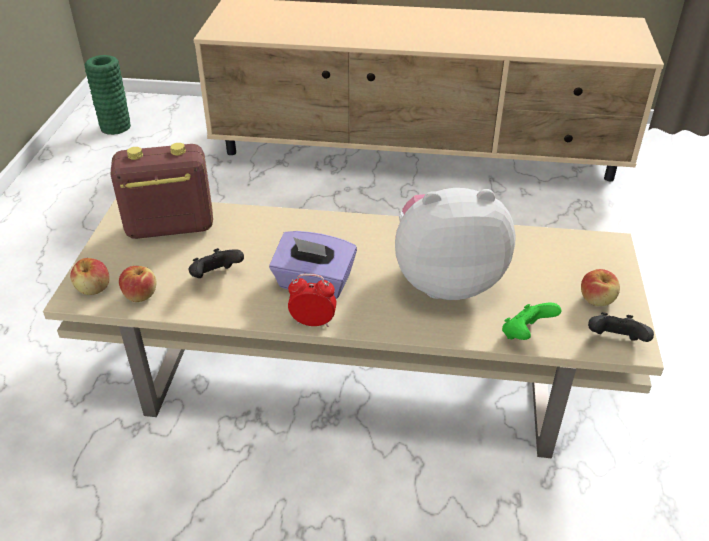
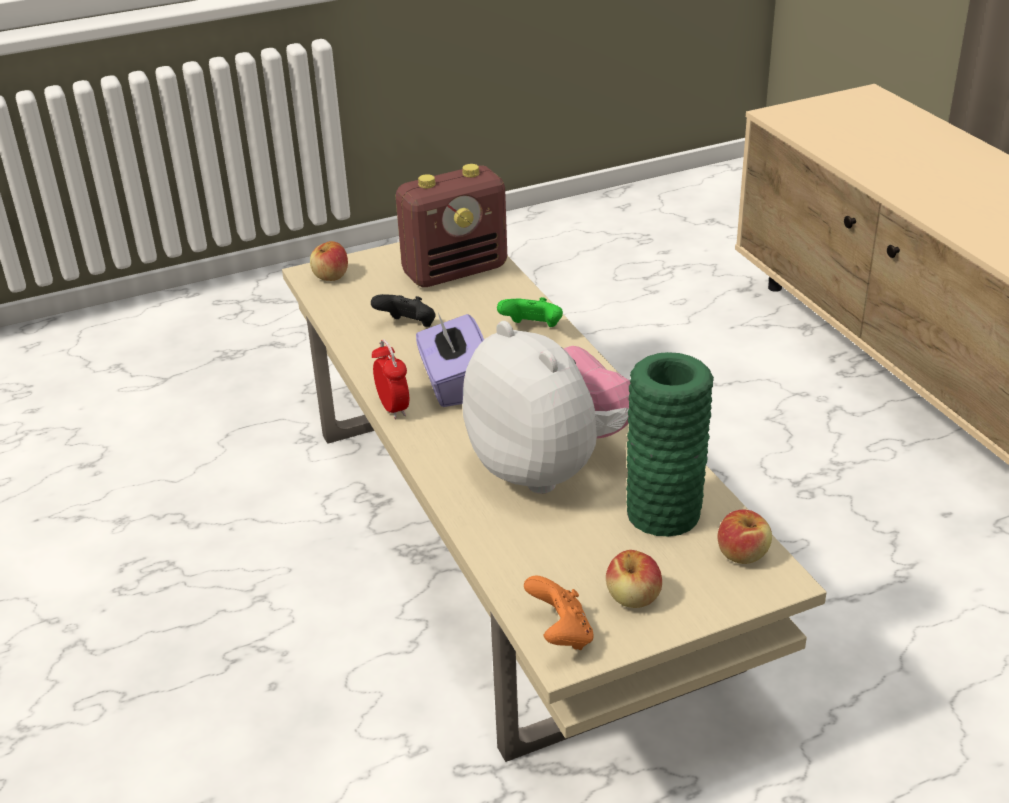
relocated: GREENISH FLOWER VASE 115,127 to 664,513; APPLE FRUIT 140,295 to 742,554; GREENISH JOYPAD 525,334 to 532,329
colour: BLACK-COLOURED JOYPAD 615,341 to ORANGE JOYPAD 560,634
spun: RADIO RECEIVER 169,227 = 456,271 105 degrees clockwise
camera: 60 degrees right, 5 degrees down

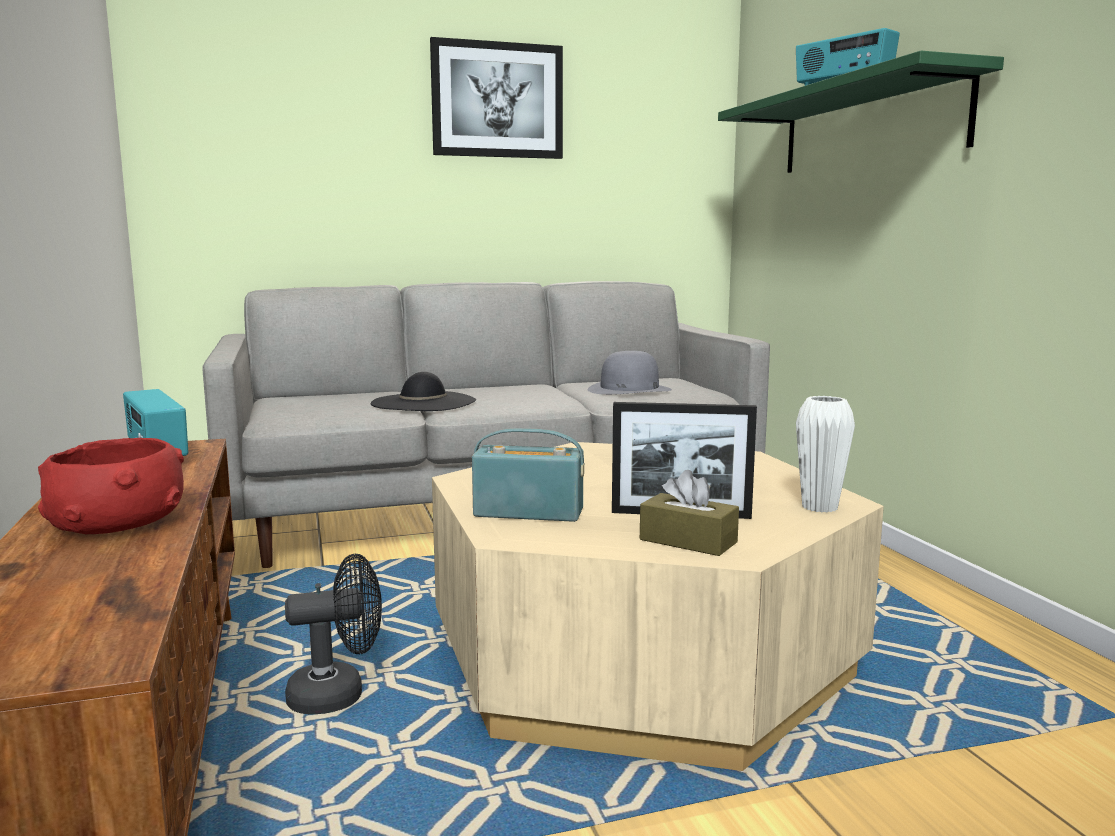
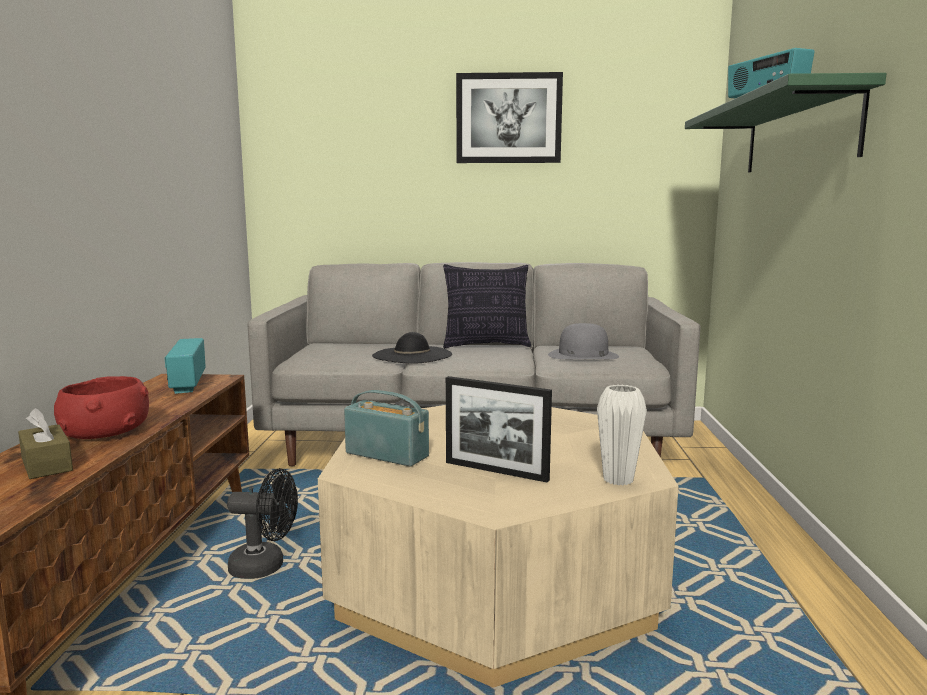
appeared: CUSHION 486,345
relocated: BROWNISH BOX OF TISSUES 688,541 to 46,464
camera: 20 degrees right, 0 degrees up

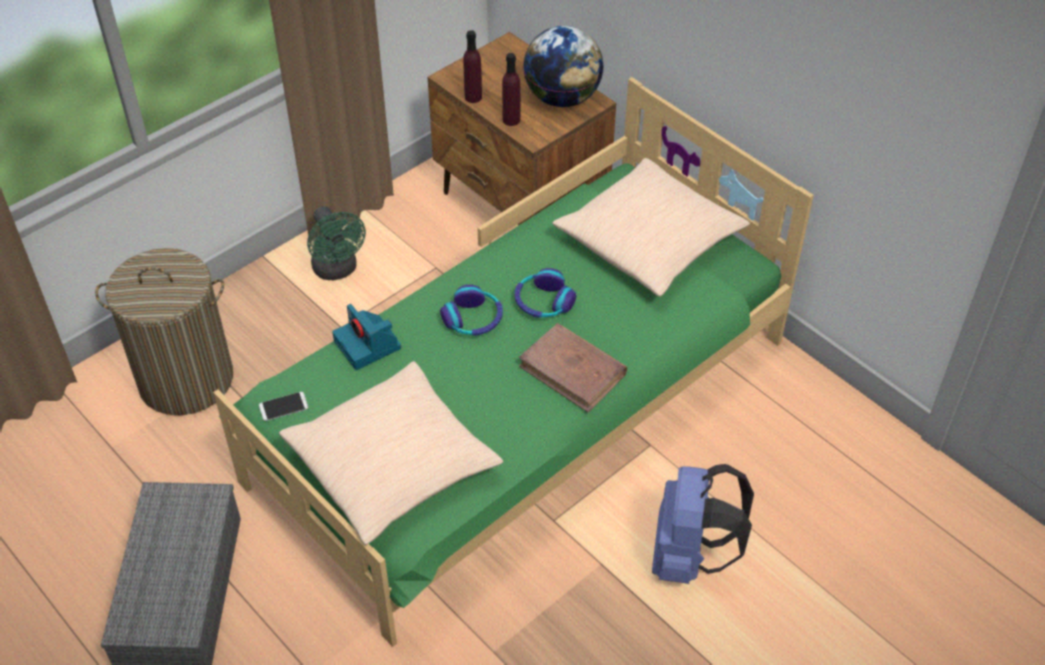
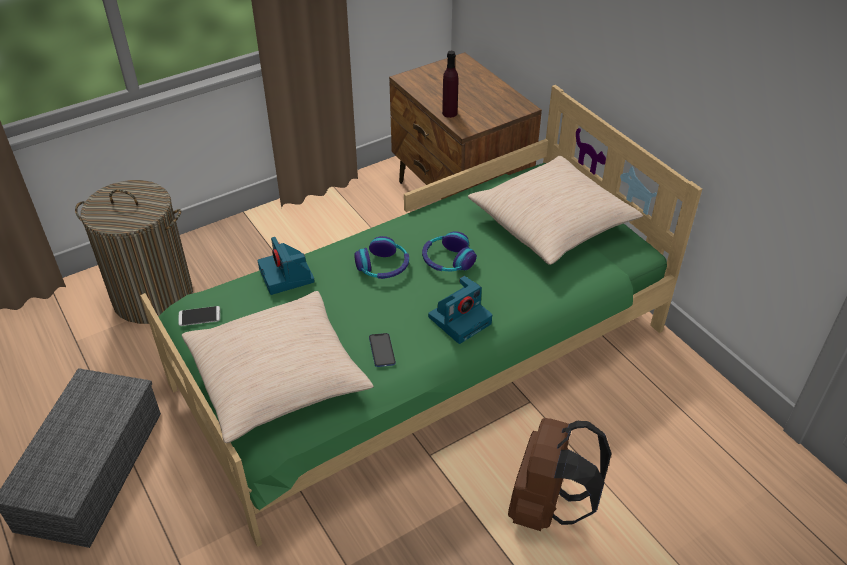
missing: GREENISH FAN 337,270; PURPLE BEVERAGE BOTTLE 473,97; WORLD GLOBE 562,98
appeared: HANDSET 382,351
exchanged: BROWNISH BOUND BOOK 573,371 to STILL CAMERA 460,319
colour: BLUE KNAPSACK 689,556 to BROWNISH KNAPSACK 547,506
camera: 10 degrees right, 5 degrees down

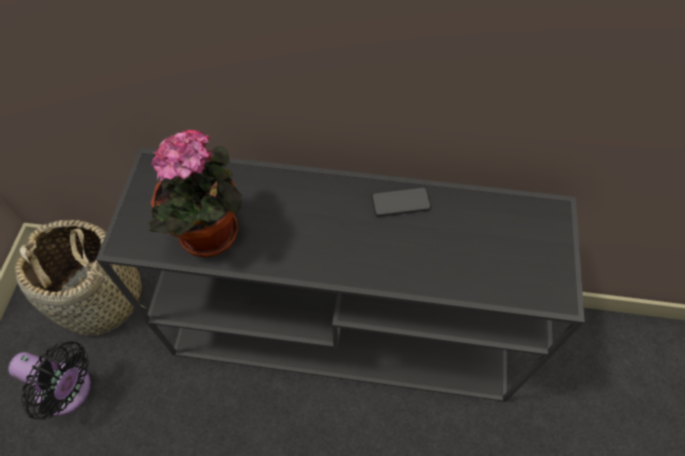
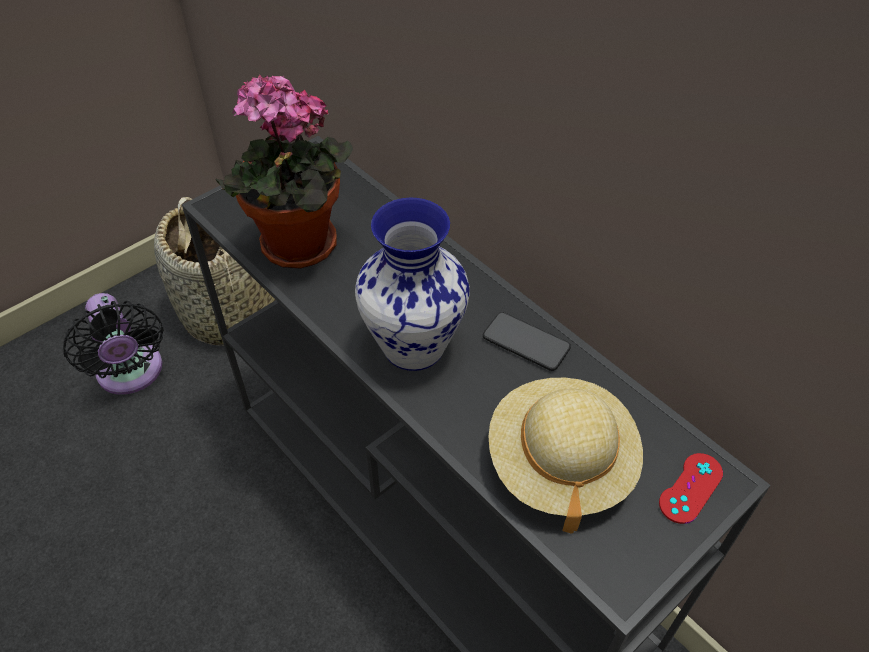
appeared: FLOWER VASE 411,346; BEIGE CLOTHING HAT 559,463; RED-COLOURED JOYPAD 690,488
camera: 40 degrees right, 10 degrees down

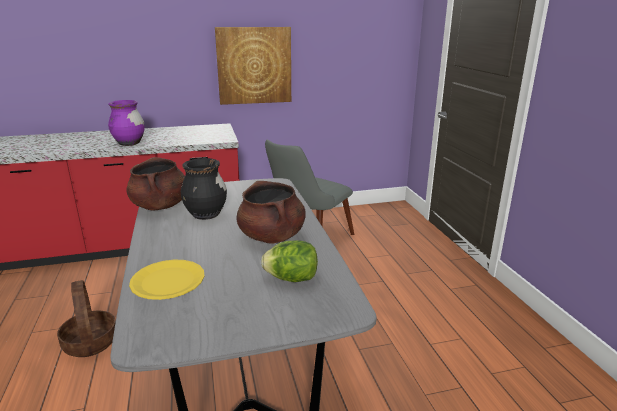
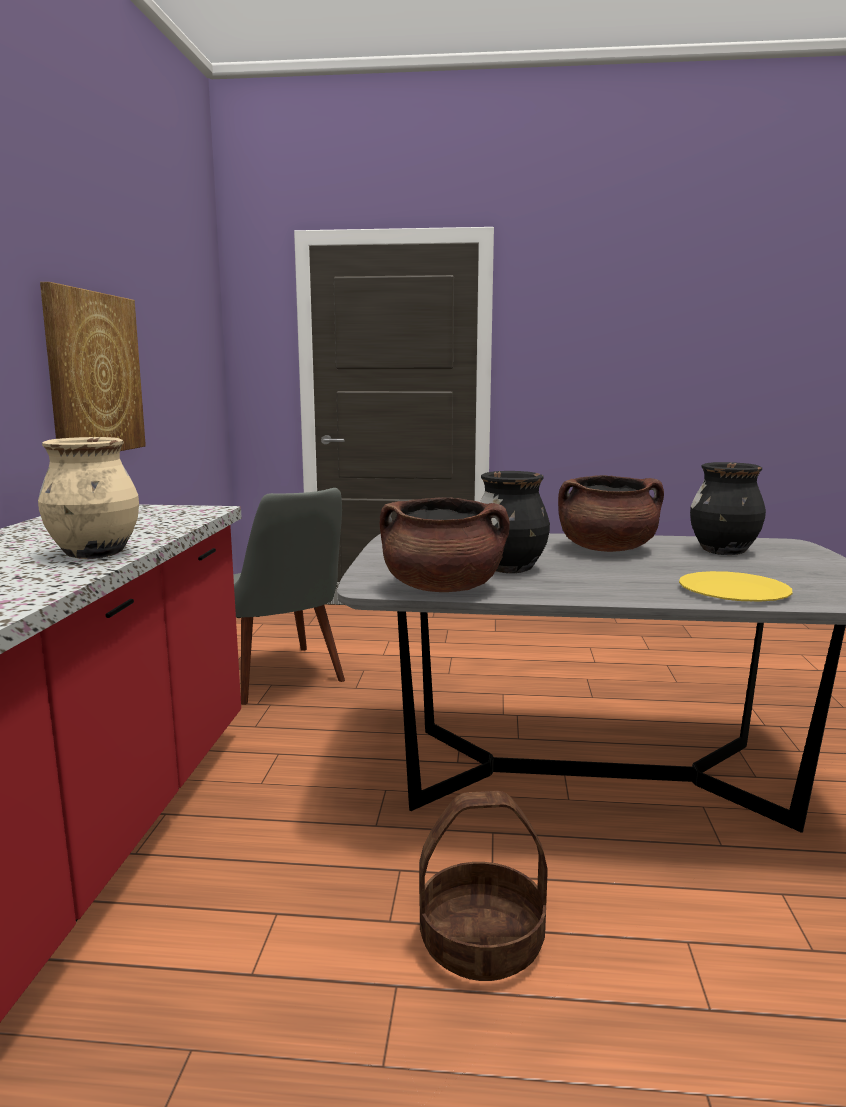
exchanged: LETTUCE 292,279 to BLACK-COLOURED FLOWER VASE 723,551
colour: PURPLE FLOWER VASE 129,143 to BEIGE FLOWER VASE 95,553
camera: 70 degrees left, 10 degrees down

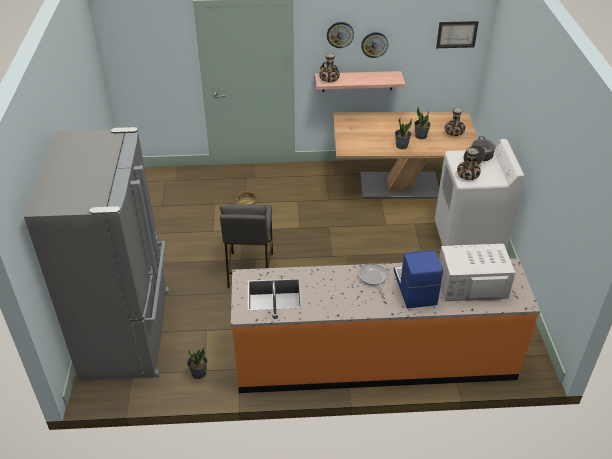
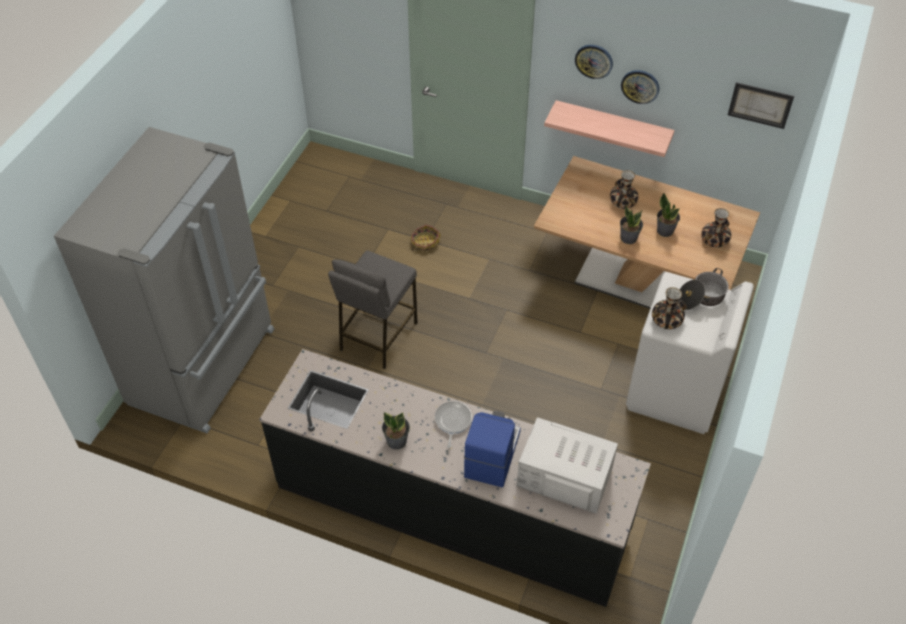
relocated: POTTED PLANT 198,373 to 396,440; FLOWER VASE 329,79 to 622,201
colour: ORANGE COUNTER 374,359 to BLACK-COLOURED COUNTER 452,509
camera: 25 degrees right, 10 degrees up

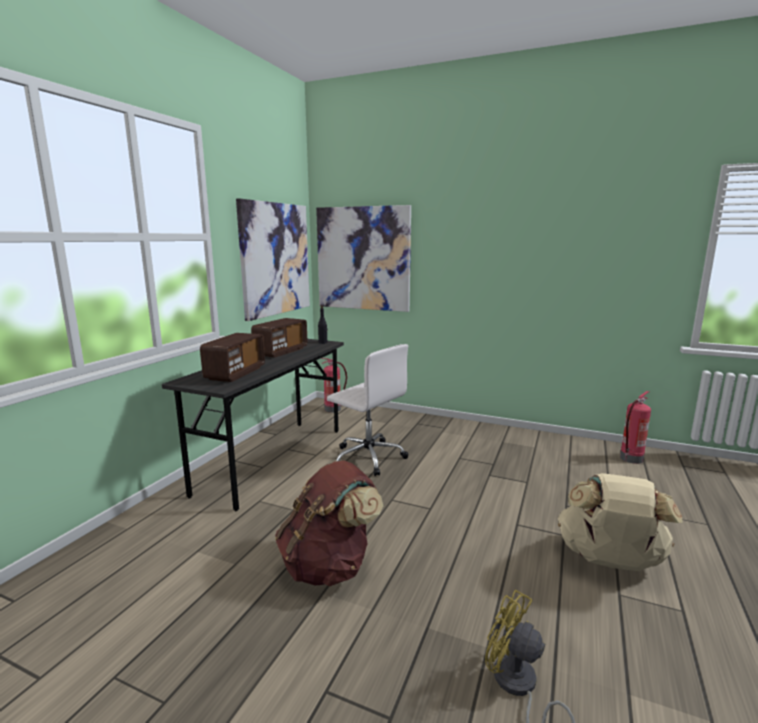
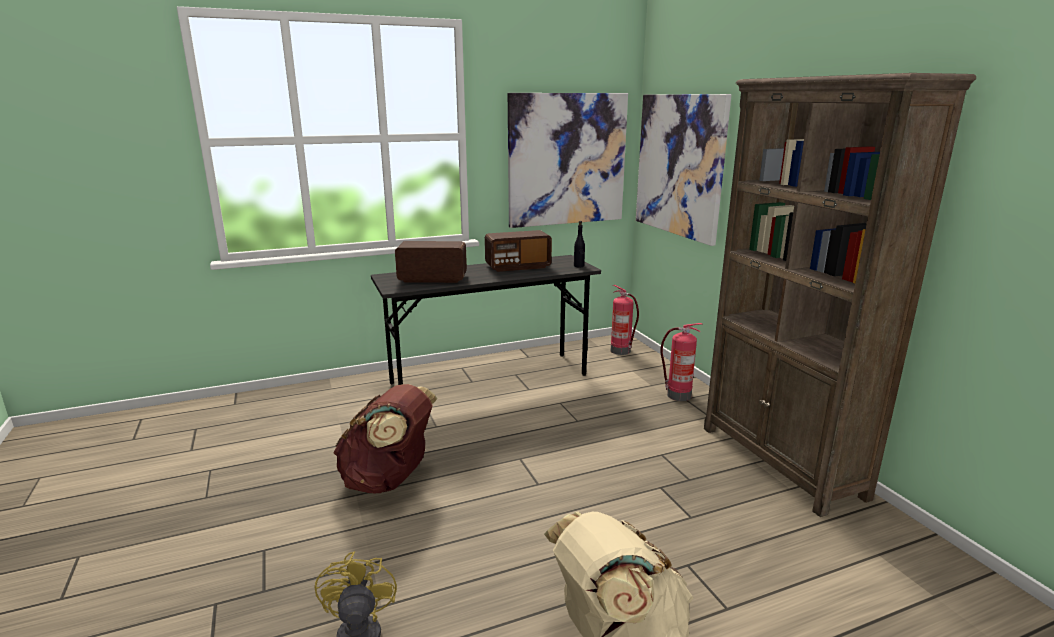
missing: WHITE COMPUTER CHAIR 367,457
appeared: BROWNISH BOOKCASE 781,462
relocated: FIRE-FIGHTING CYLINDER 631,459 to 677,395
spun: RADIO RECEIVER 235,373 = 432,279 150 degrees counterclockwise
camera: 45 degrees right, 5 degrees up

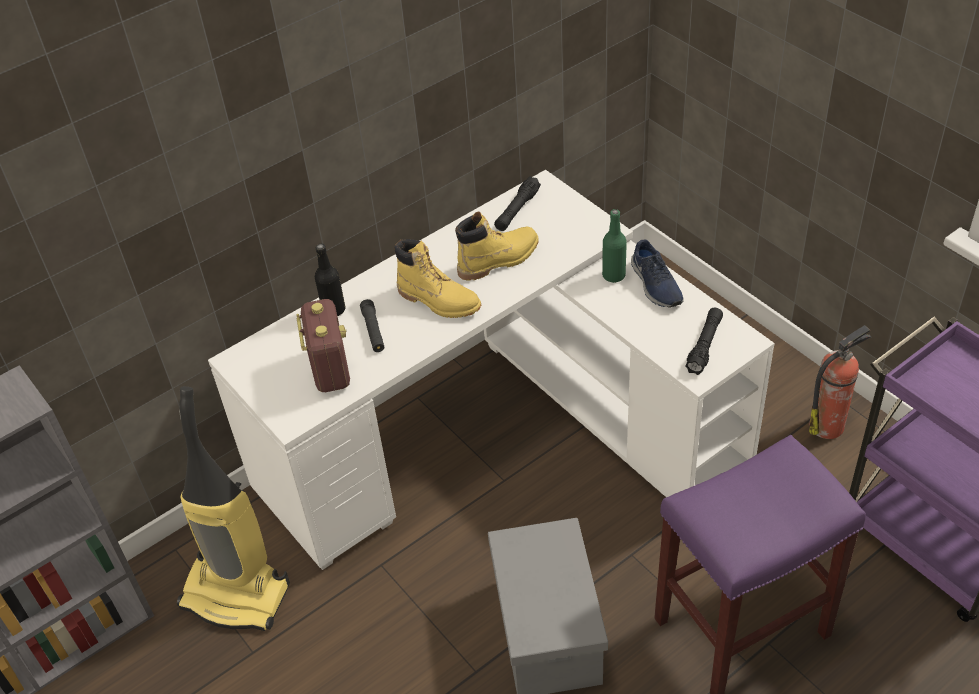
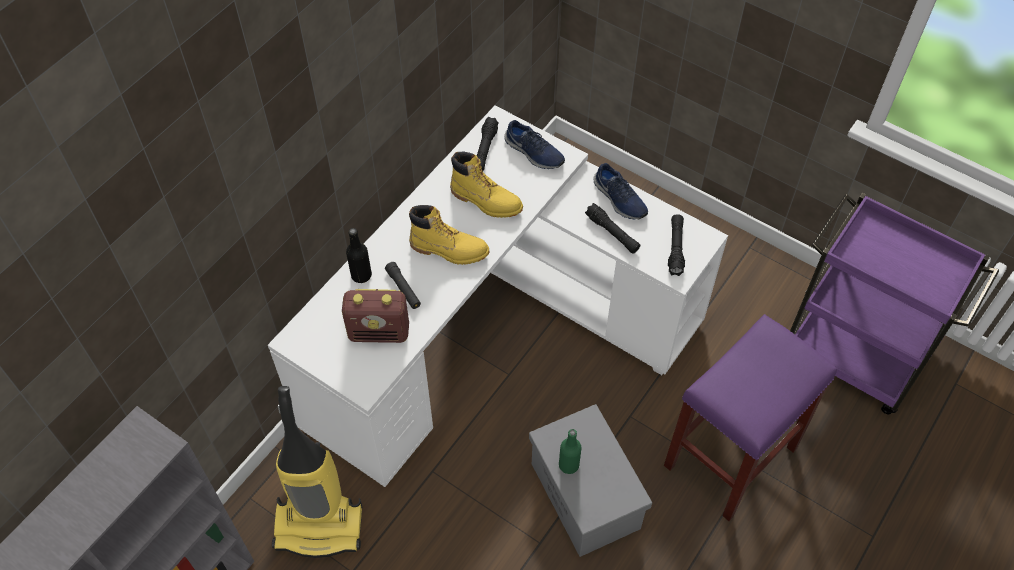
missing: FIRE-FIGHTING CYLINDER 828,425
appeared: BLUE SHOE 533,153; BLACK-COLOURED TORCH 612,233
relocated: GREENISH BEVERAGE BOTTLE 613,275 to 568,465
spun: RADIO RECEIVER 330,368 = 379,332 120 degrees clockwise; YELLOW-COLOURED HIGH-TOP BOOT 499,260 = 486,201 75 degrees clockwise
camera: 20 degrees left, 10 degrees up

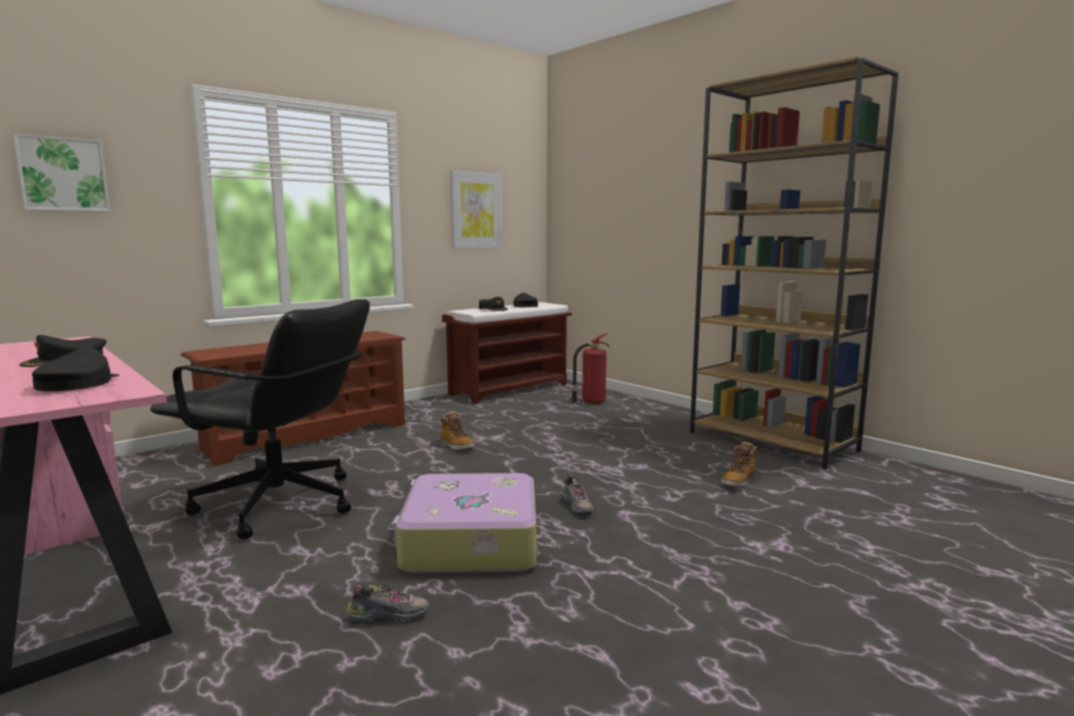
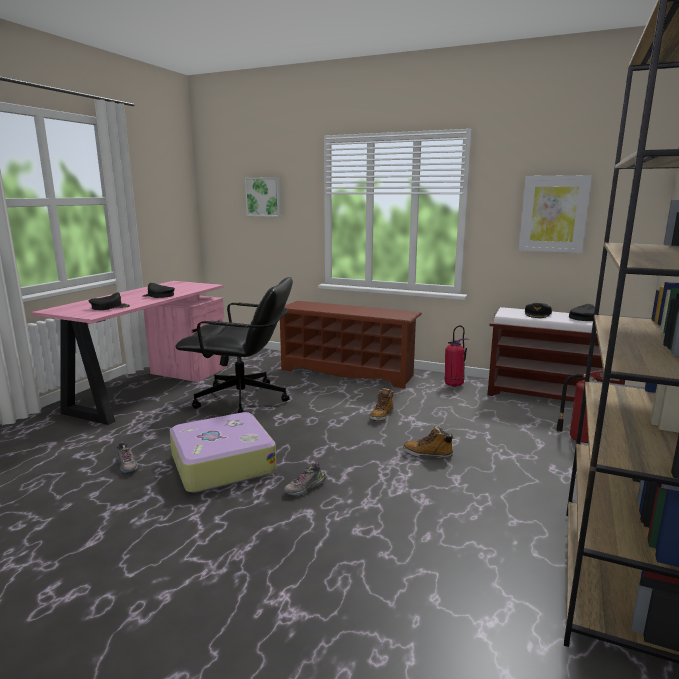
appeared: FIRE-FIGHTING CYLINDER 454,385
relocated: HIGH-TOP BOOT 739,482 to 428,454
spun: BLACK-COLOURED COMPUTER CHAIR 279,505 = 242,400 75 degrees counterclockwise
camera: 65 degrees right, 5 degrees up

